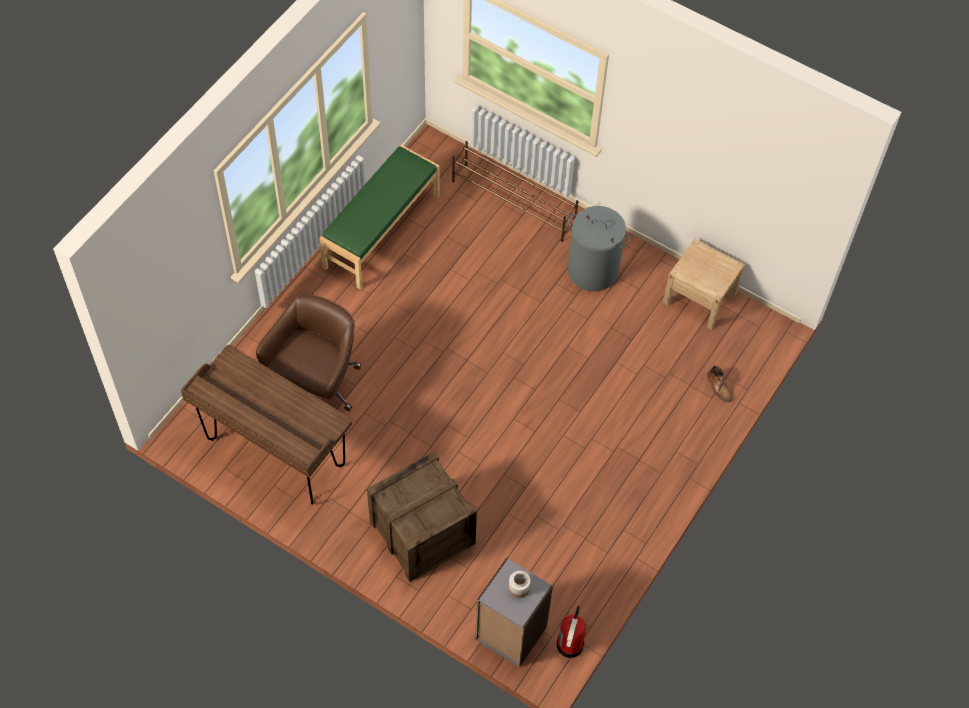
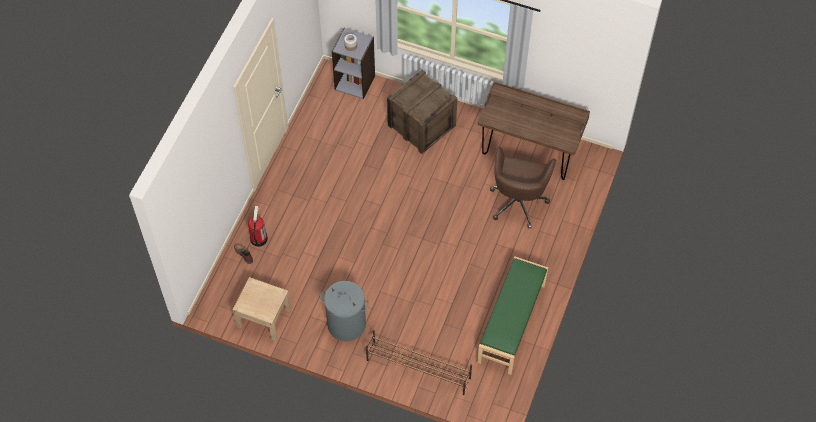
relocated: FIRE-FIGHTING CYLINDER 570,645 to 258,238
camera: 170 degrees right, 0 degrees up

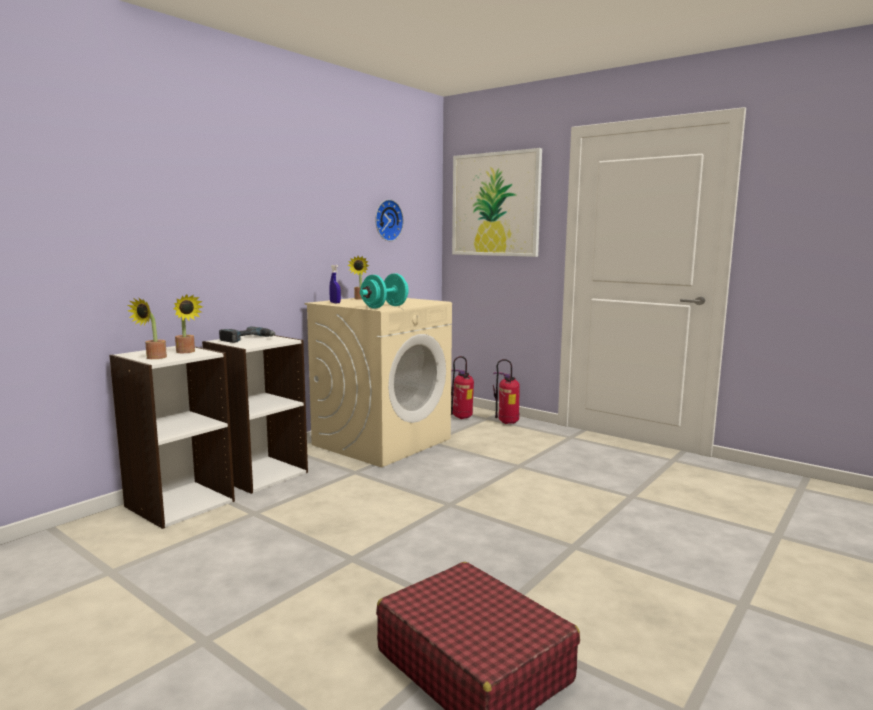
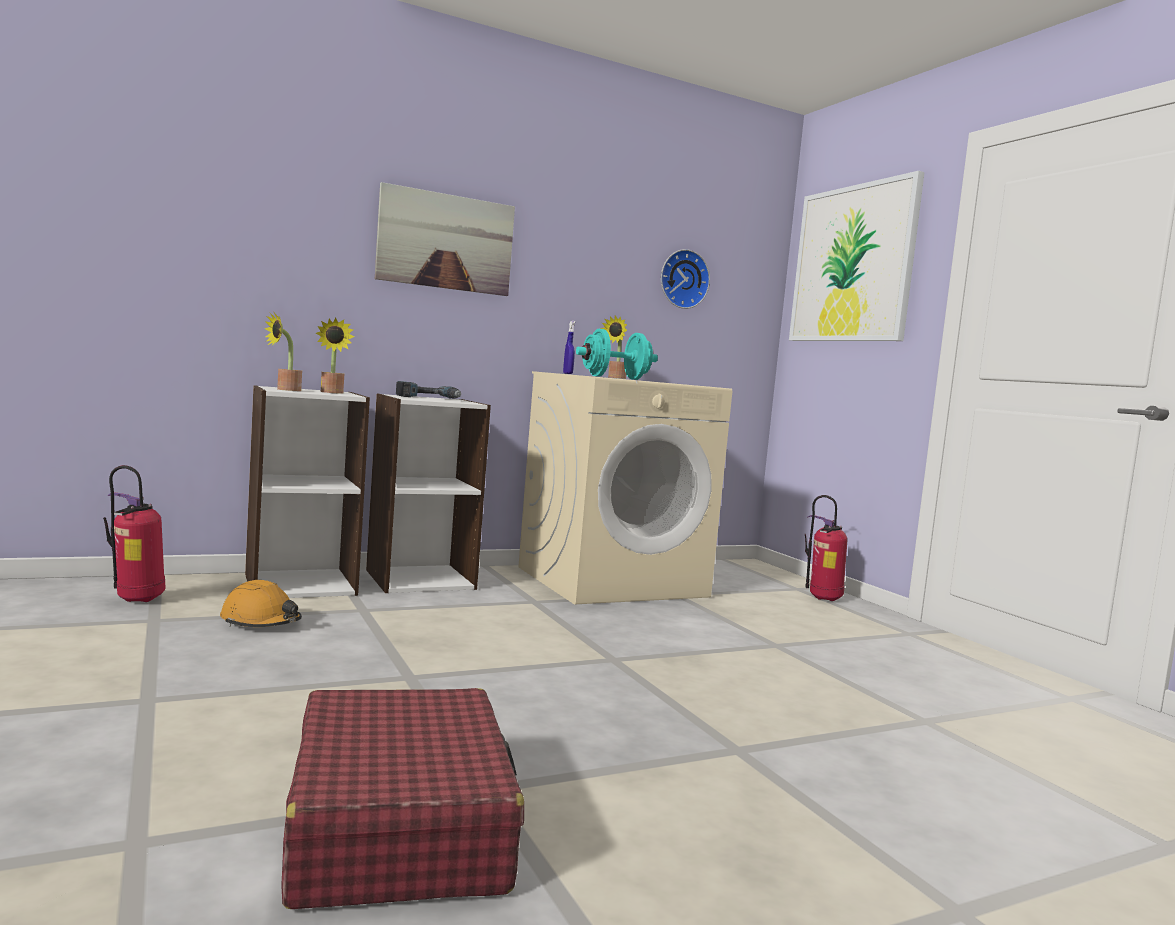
appeared: ORANGE SAFETY HELMET 261,622; WALL PICTURE 446,241
relocated: FIRE-FIGHTING CYLINDER 461,418 to 135,600
camera: 25 degrees right, 5 degrees down

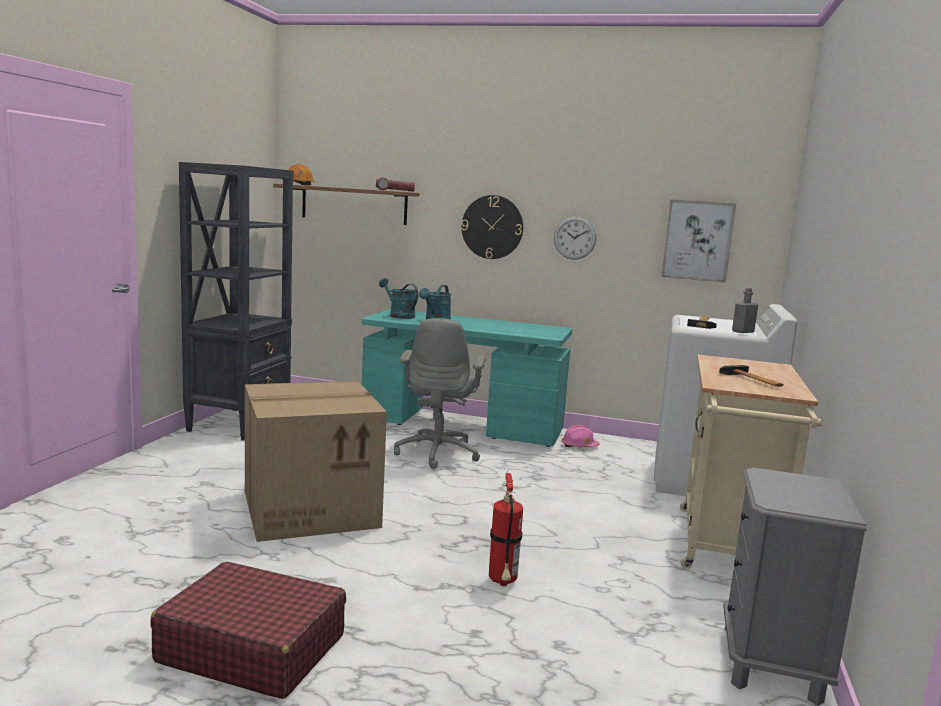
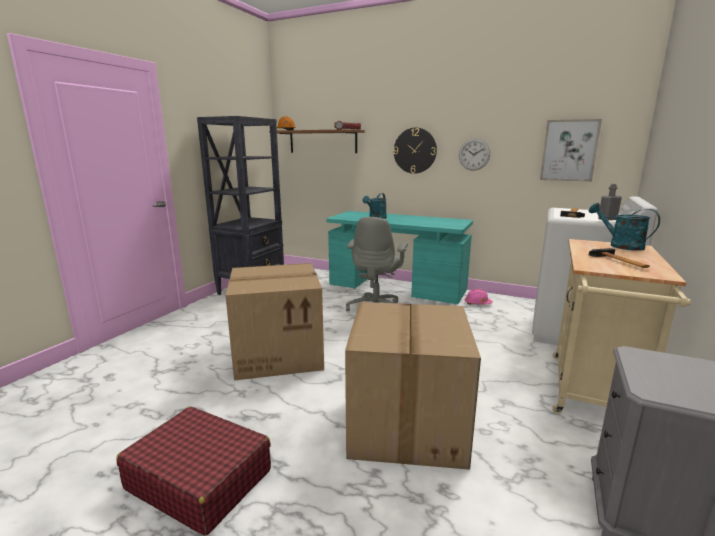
relocated: BLUE-GREEN WATERING CAN 399,315 to 620,245
exchanged: FIRE-FIGHTING CYLINDER 502,583 to CARDBOARD BOX 405,422
camera: 10 degrees right, 5 degrees up

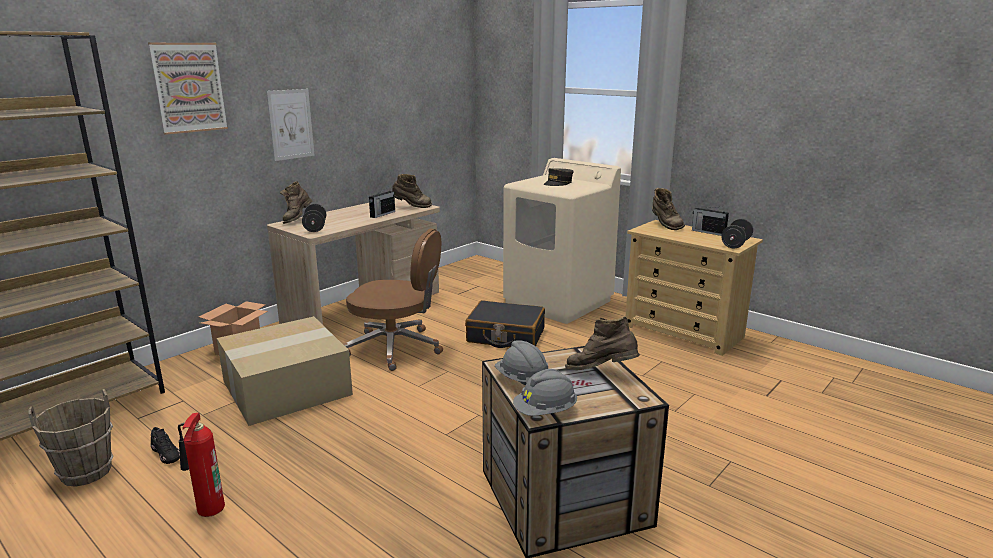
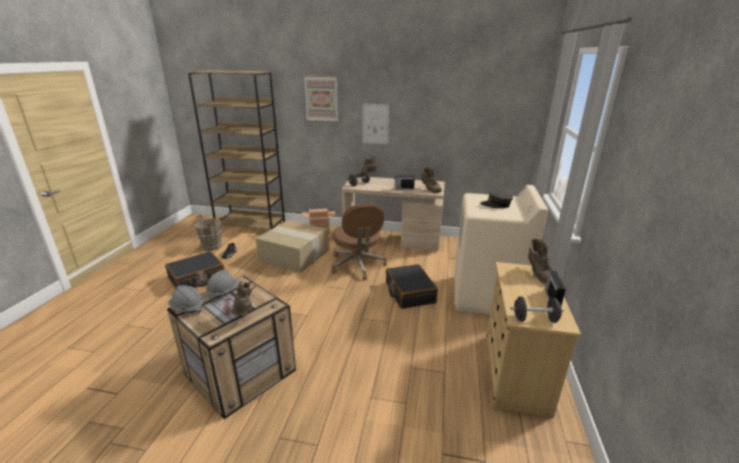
exchanged: FIRE-FIGHTING CYLINDER 207,510 to BLACK-COLOURED PIECE OF LUGGAGE 197,278
spun: BROWNISH HIGH-TOP BOOT 665,225 = 538,274 45 degrees counterclockwise
camera: 60 degrees right, 5 degrees up

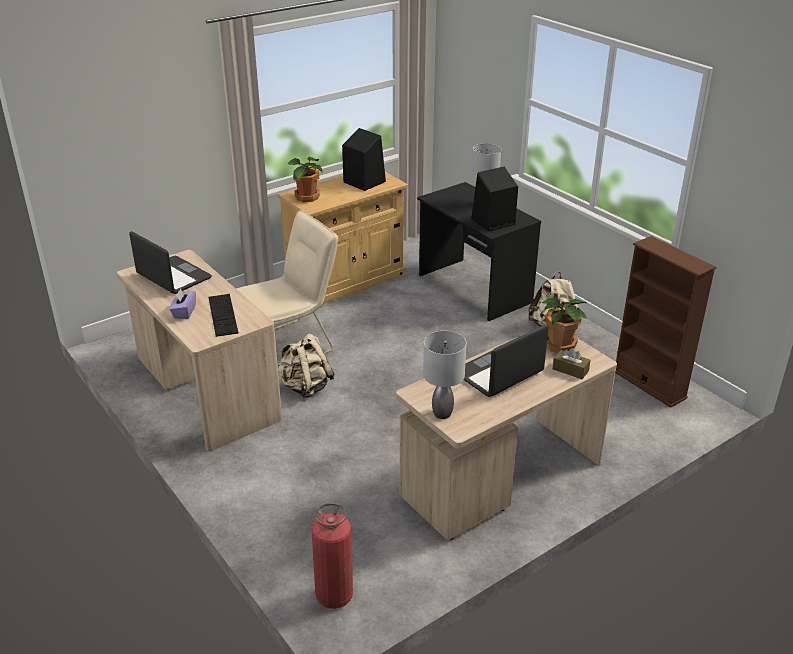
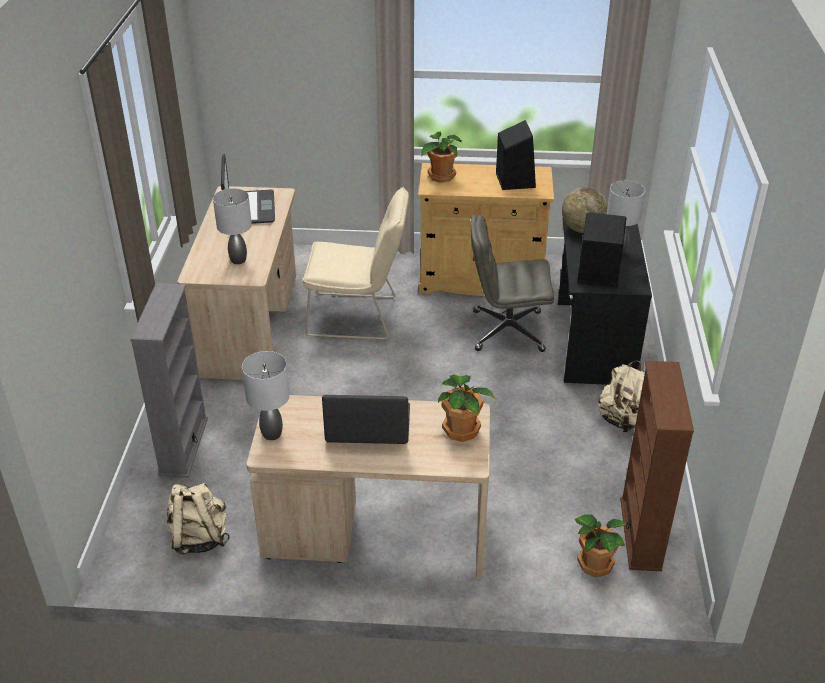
missing: PURPLE BOX OF TISSUES 184,312; FIRE-FIGHTING CYLINDER 334,596; BROWNISH BOX OF TISSUES 570,370
appeared: GREYISH BOOKCASE 184,446; GREYISH COMPUTER CHAIR 507,331; WORLD GLOBE 582,229; POTTED PLANT 595,563
relocated: BEIGE KNAPSACK 305,387 to 199,538
exchanged: COMPUTER KEYBOARD 223,315 to GREYISH TABLETOP LAMP 238,260
camera: 40 degrees right, 5 degrees up

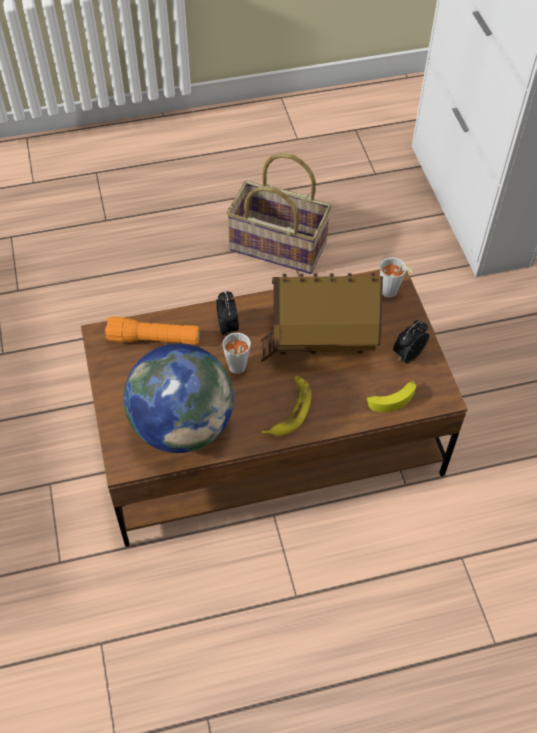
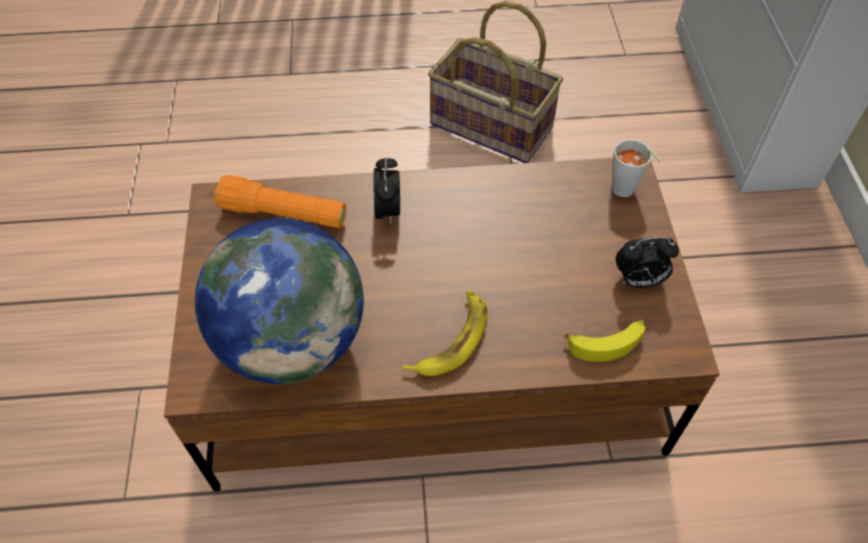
missing: GREYISH SMALL CUP 236,370; MINIATURE HOUSE 321,340
spun: ALARM CLOCK 408,354 = 638,280 150 degrees counterclockwise
camera: 10 degrees right, 0 degrees up

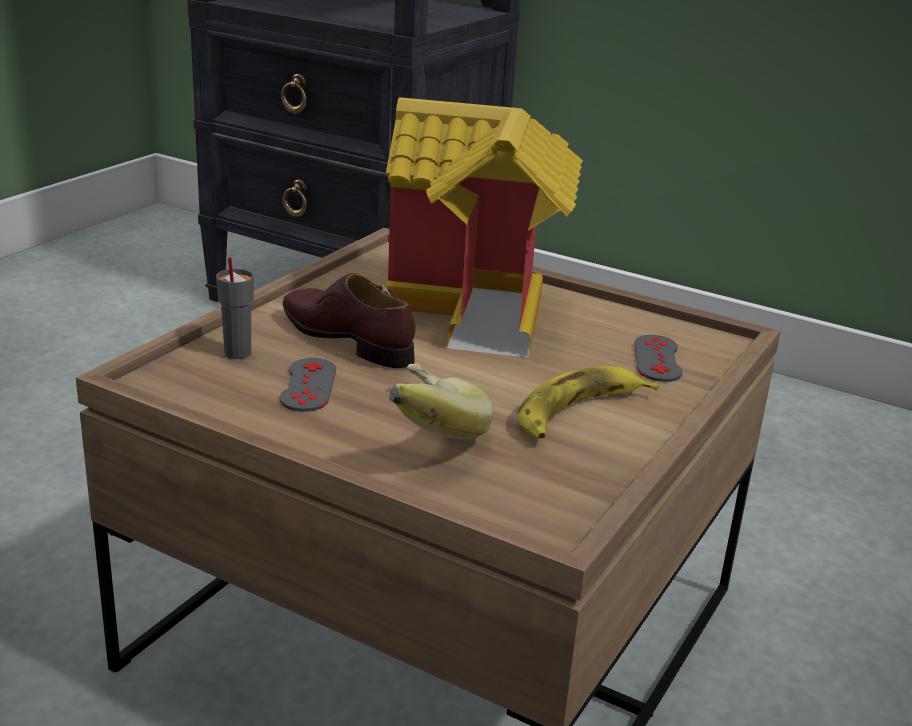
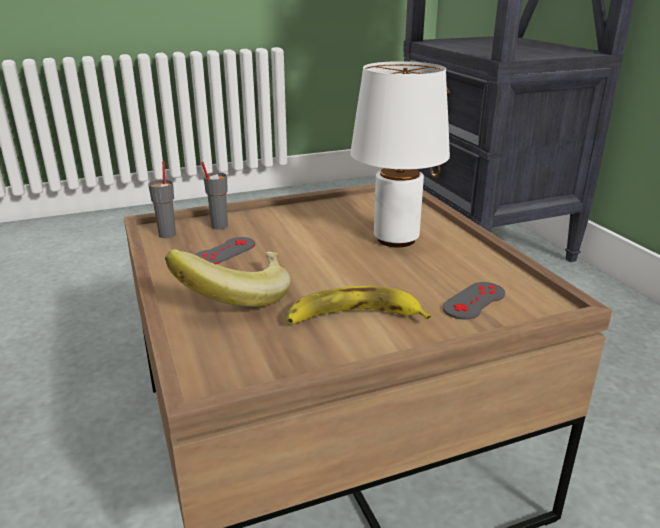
missing: BROWNISH SHOE 347,338
appeared: GREYISH SMALL CUP 168,234
exchanged: MINIATURE HOUSE 484,313 to WHITE TABLETOP LAMP 395,240
camera: 40 degrees right, 0 degrees up

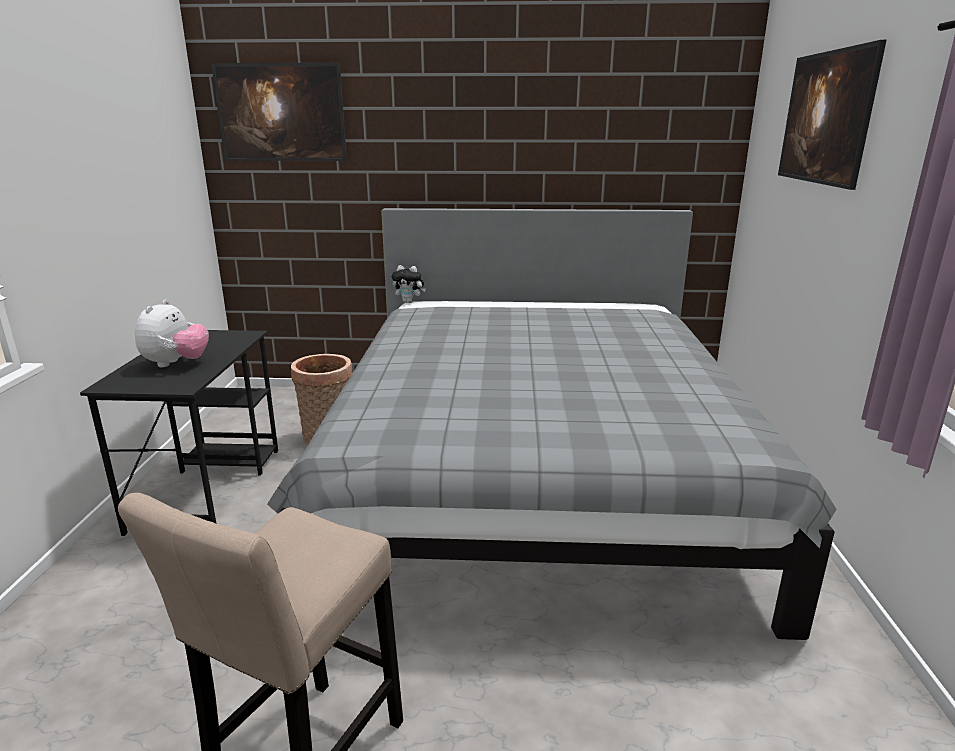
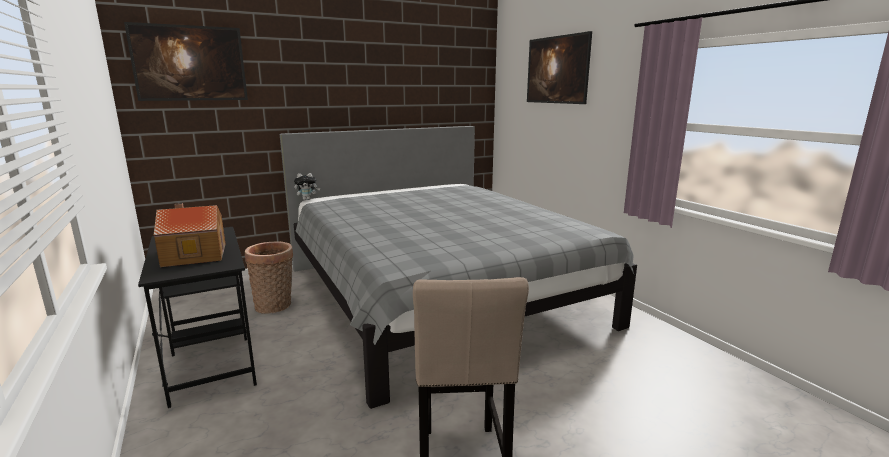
exchanged: SOFT TOY 176,363 to MINIATURE HOUSE 194,254
camera: 30 degrees left, 5 degrees down

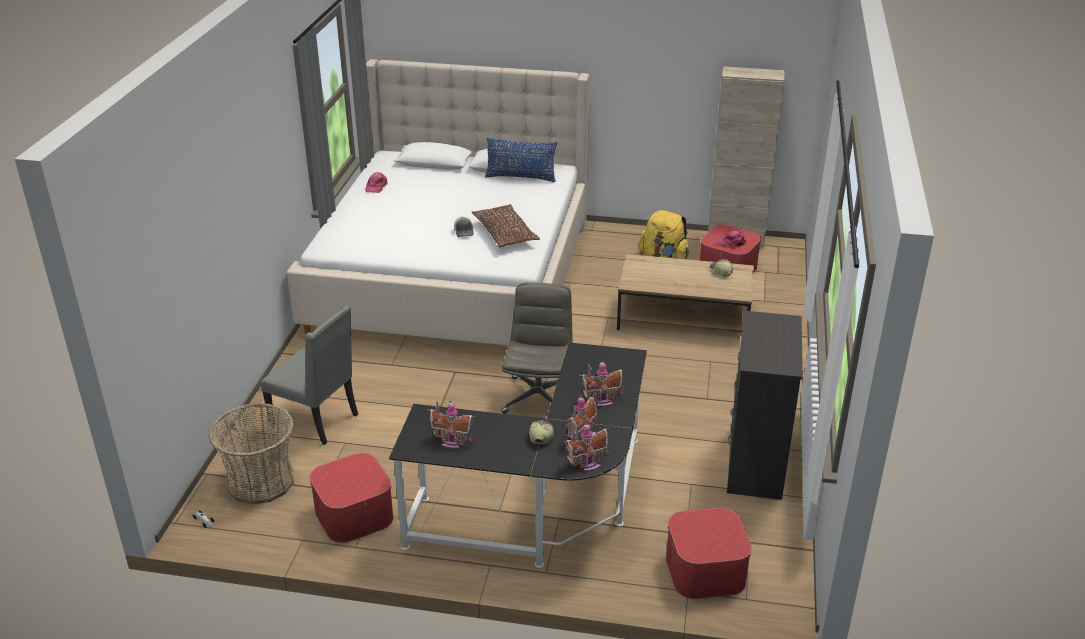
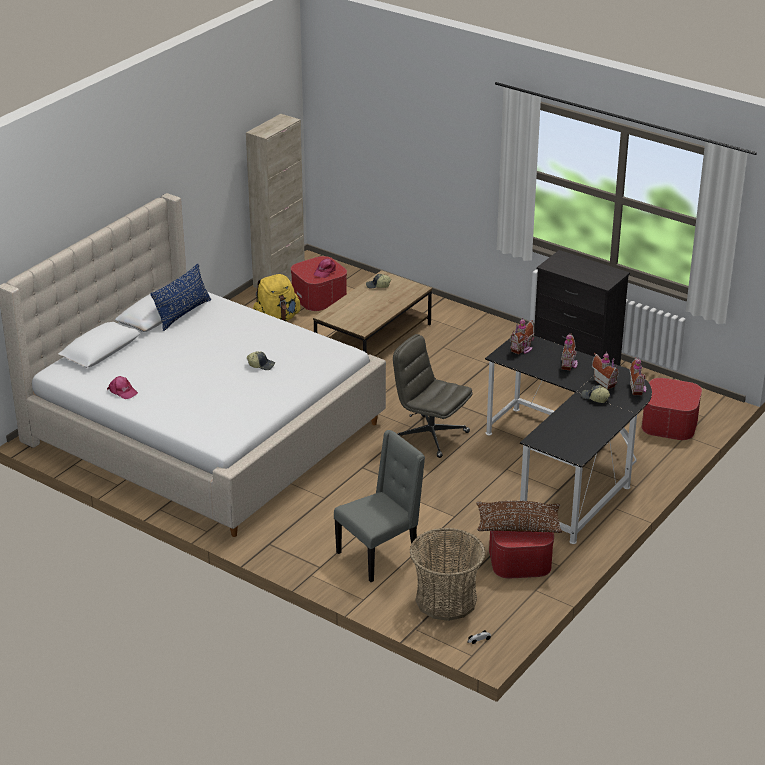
relocated: MINIATURE HOUSE 451,441 to 523,349; BROWNISH CUSHION 505,234 to 518,526
camera: 65 degrees left, 0 degrees up

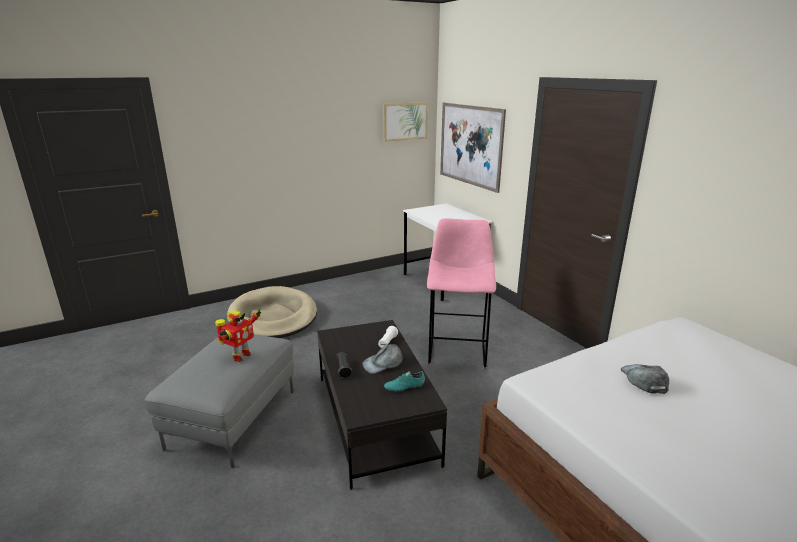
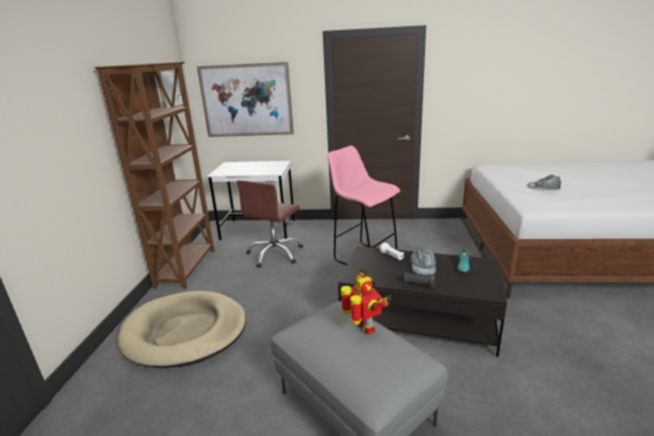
appeared: BROWNISH BOOKCASE 187,268; BROWNISH COMPUTER CHAIR 275,254
camera: 55 degrees left, 0 degrees up

